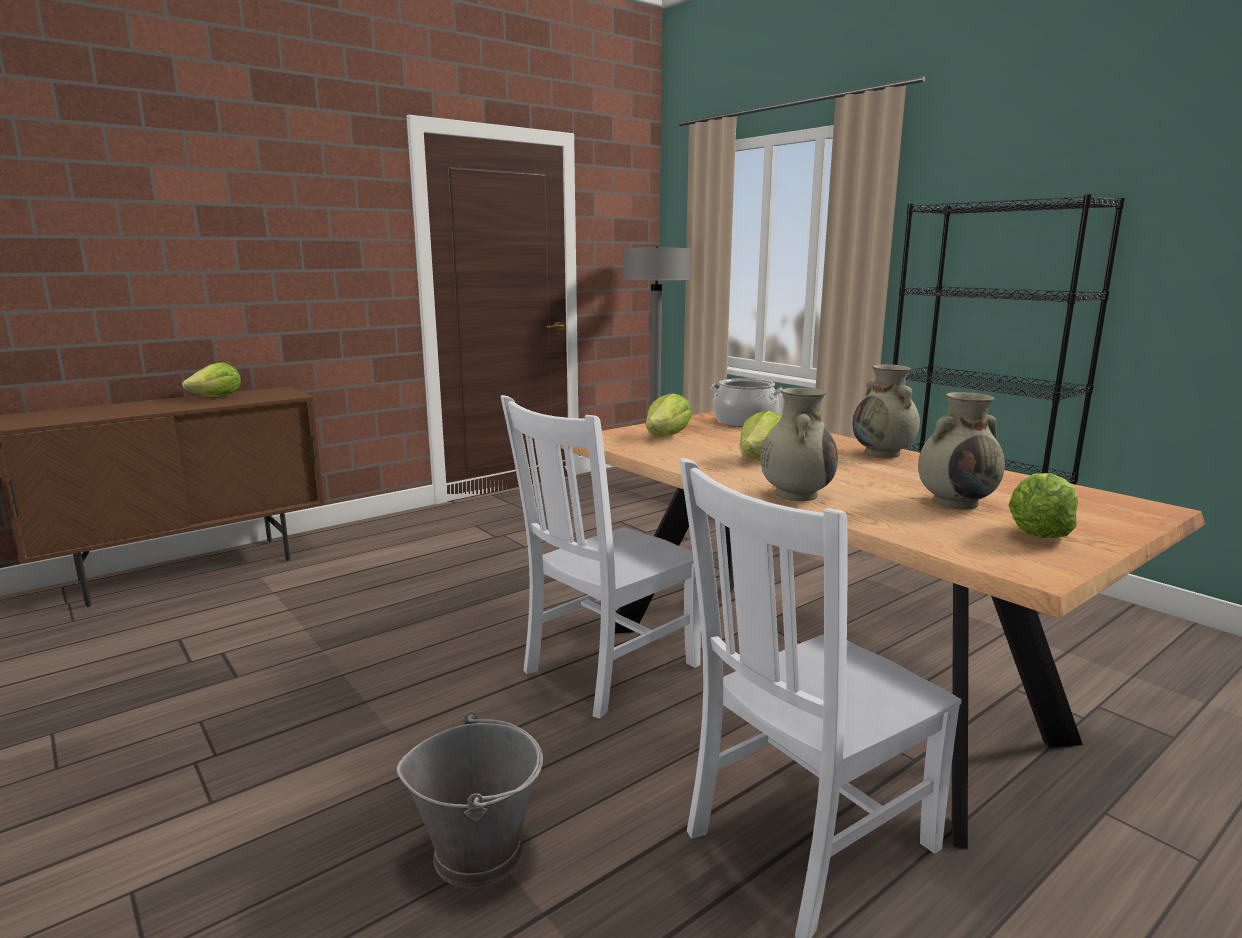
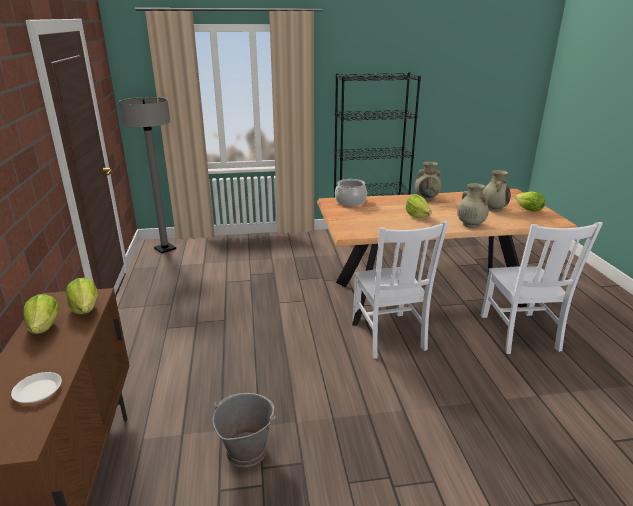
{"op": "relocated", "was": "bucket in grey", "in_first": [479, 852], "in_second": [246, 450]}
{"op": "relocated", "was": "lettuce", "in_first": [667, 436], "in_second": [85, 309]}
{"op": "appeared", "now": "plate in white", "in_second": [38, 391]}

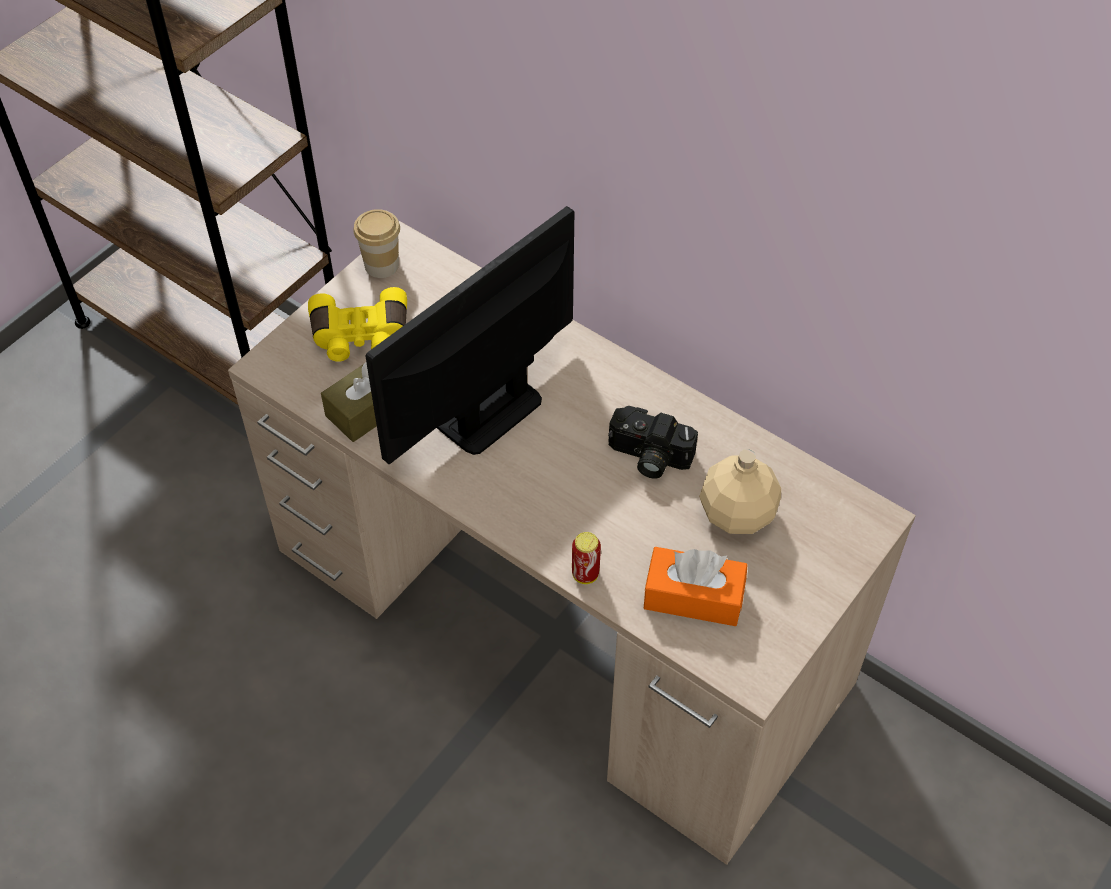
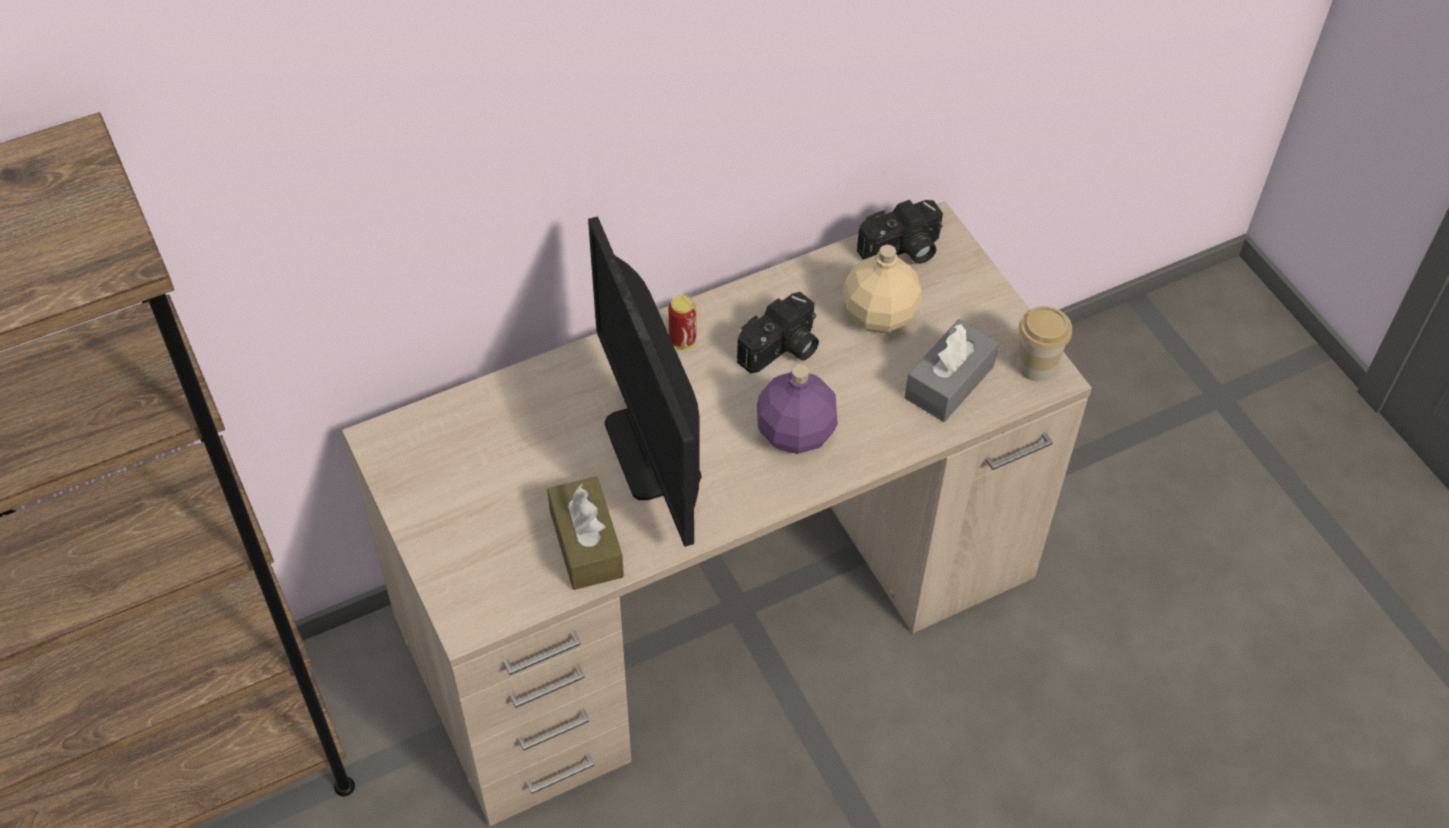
{"op": "missing", "was": "binoculars in yellow", "in_first": [360, 337]}
{"op": "relocated", "was": "cup", "in_first": [381, 265], "in_second": [1036, 366]}
{"op": "relocated", "was": "can", "in_first": [585, 574], "in_second": [682, 340]}
{"op": "colour", "was": "tissue box in orange", "now": "tissue box in grey", "in_first": [693, 596], "in_second": [949, 382]}
{"op": "appeared", "now": "bottle in purple", "in_second": [795, 434]}
{"op": "appeared", "now": "photo camera", "in_second": [902, 251]}

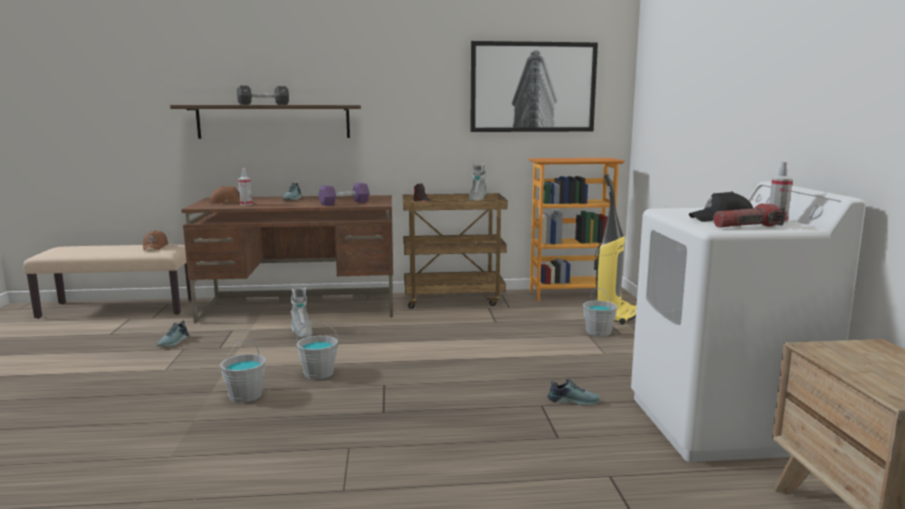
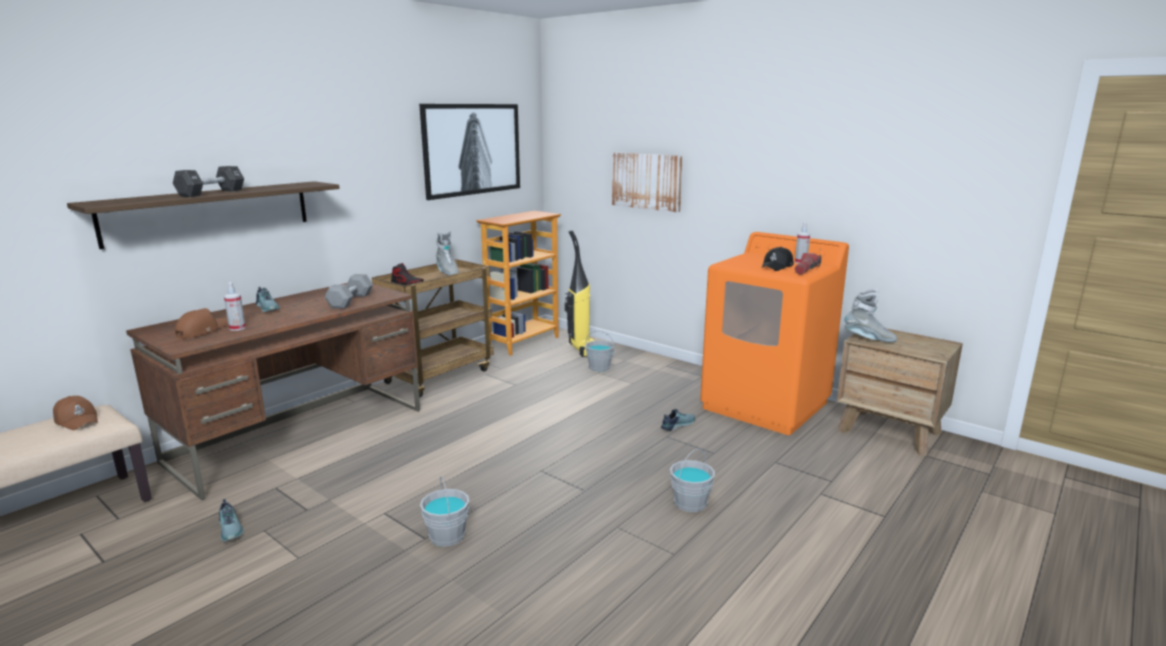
{"op": "relocated", "was": "boot in grey", "in_first": [301, 332], "in_second": [869, 339]}
{"op": "relocated", "was": "bucket in grey", "in_first": [319, 373], "in_second": [690, 503]}
{"op": "colour", "was": "dumbbell in purple", "now": "dumbbell in grey", "in_first": [344, 203], "in_second": [350, 301]}
{"op": "colour", "was": "washing machine in white", "now": "washing machine in orange", "in_first": [721, 424], "in_second": [765, 405]}
{"op": "appeared", "now": "picture", "in_second": [646, 181]}

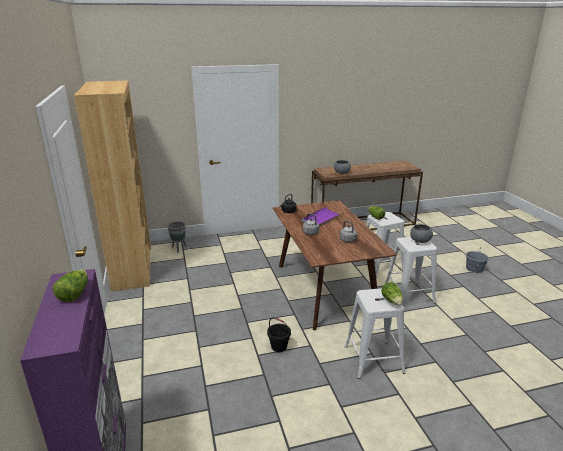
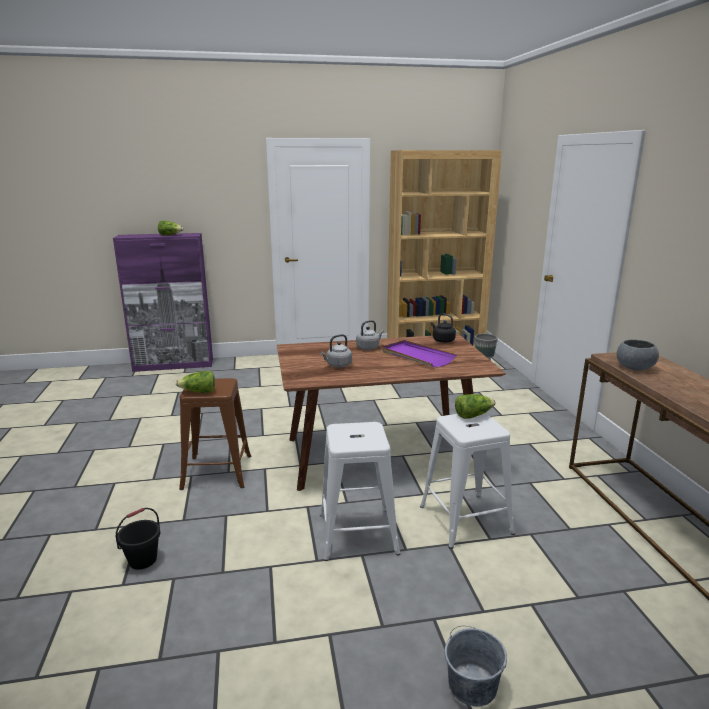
{"op": "relocated", "was": "bucket in black", "in_first": [278, 347], "in_second": [143, 560]}
{"op": "colour", "was": "stool in white", "now": "stool in brown", "in_first": [373, 359], "in_second": [217, 471]}
{"op": "missing", "was": "bowl in grey", "in_first": [420, 241]}

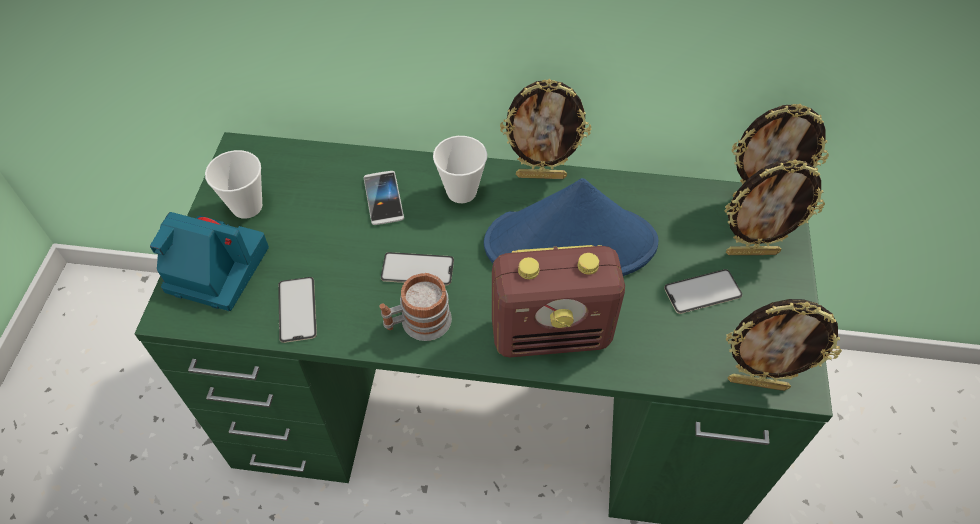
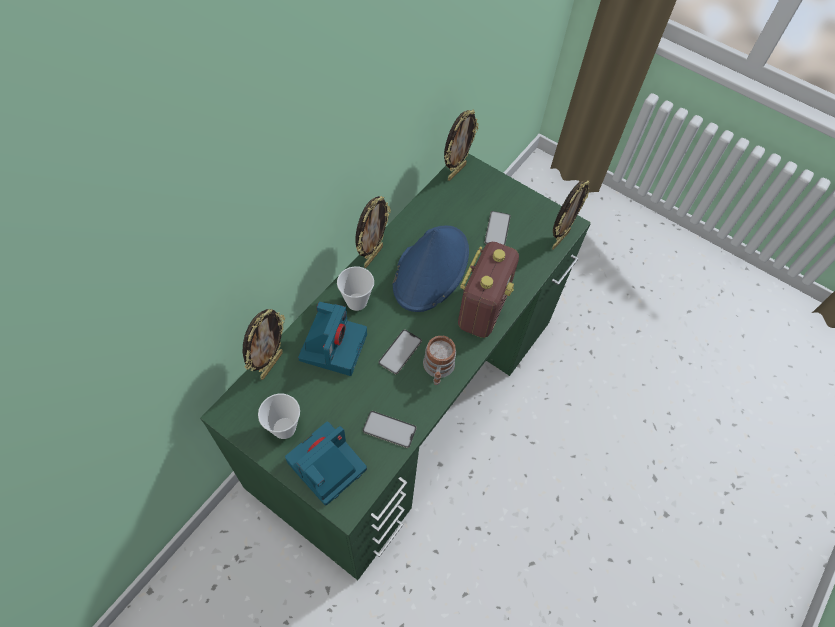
{"op": "exchanged", "was": "phone", "now": "photo camera", "in_first": [383, 198], "in_second": [333, 345]}
{"op": "relocated", "was": "picture frame", "in_first": [752, 252], "in_second": [271, 364]}

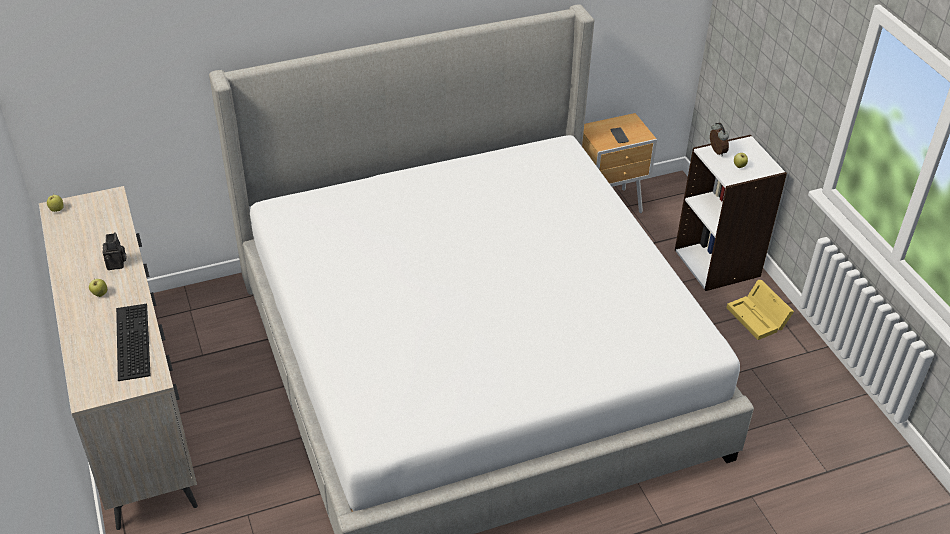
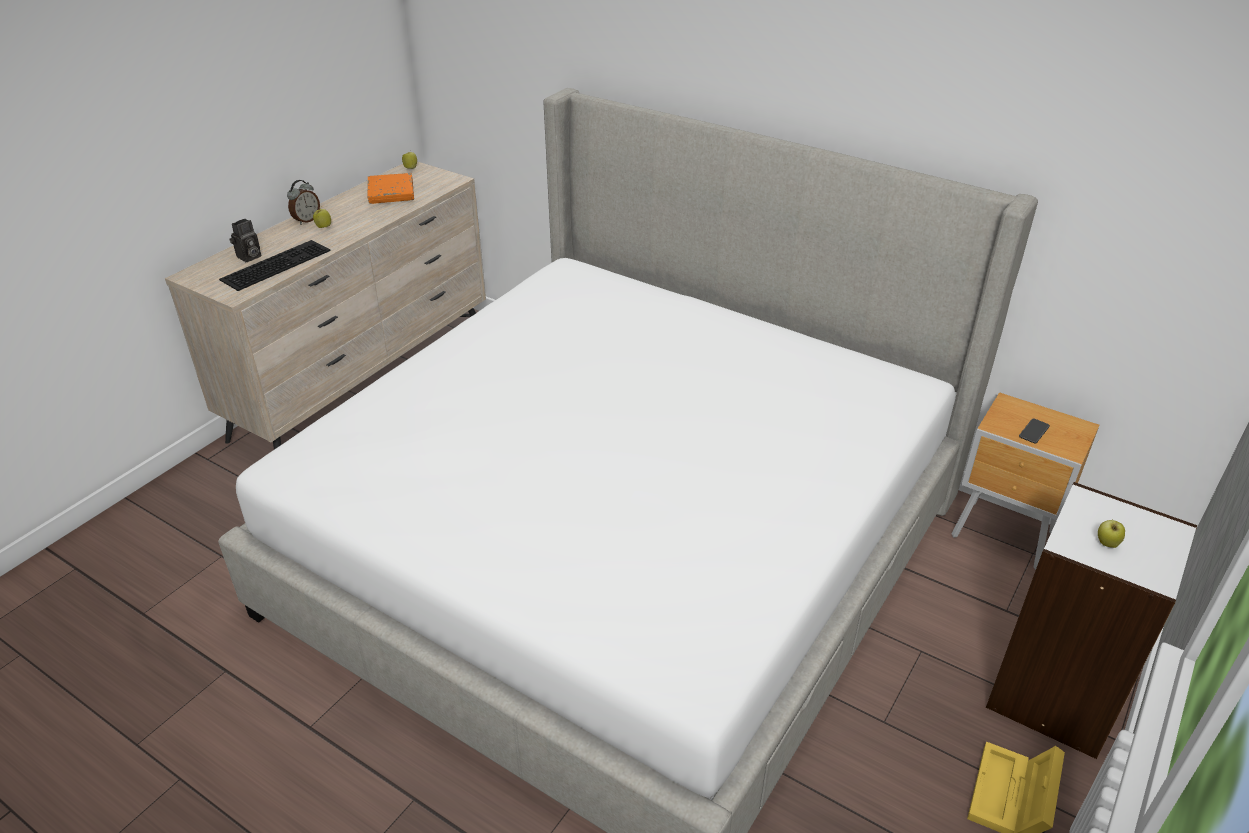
{"op": "relocated", "was": "photo camera", "in_first": [117, 264], "in_second": [249, 257]}
{"op": "relocated", "was": "alarm clock", "in_first": [716, 152], "in_second": [306, 220]}
{"op": "appeared", "now": "book in orange", "in_second": [391, 192]}

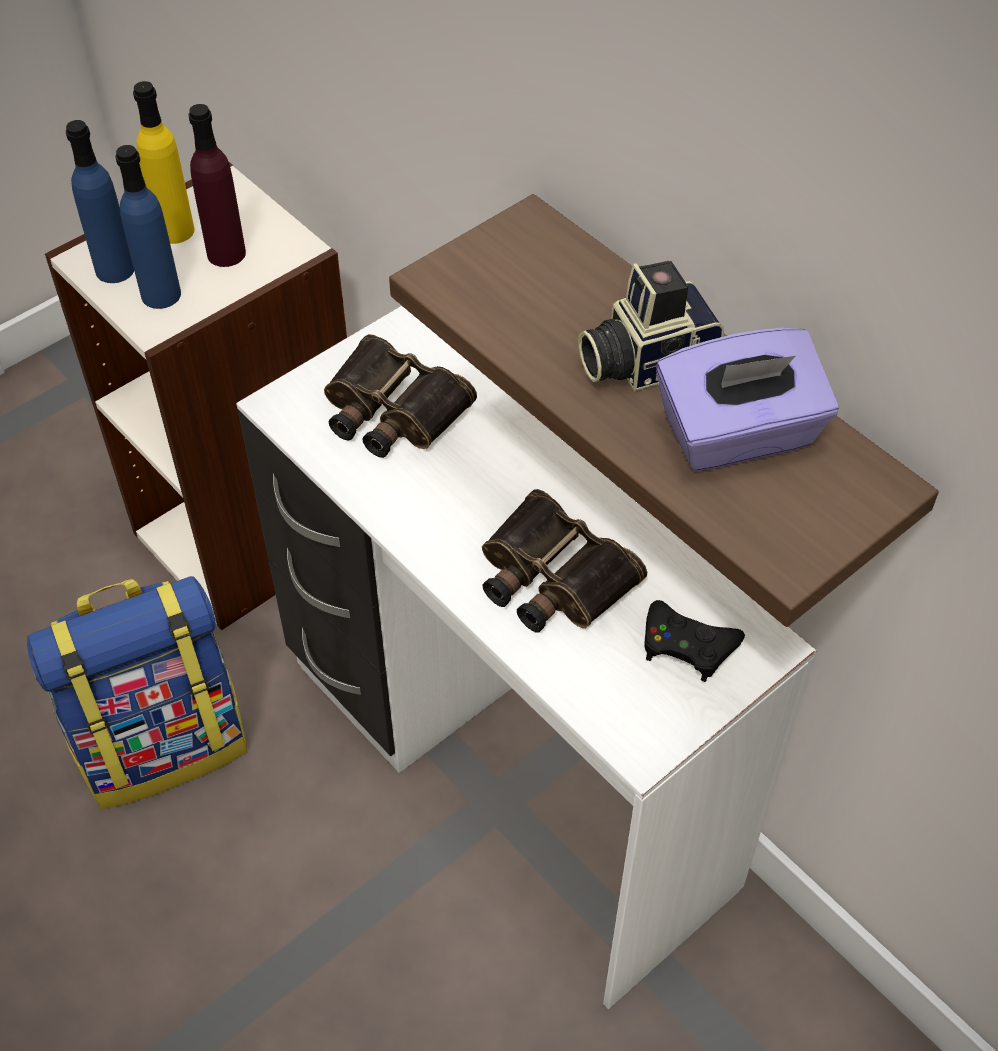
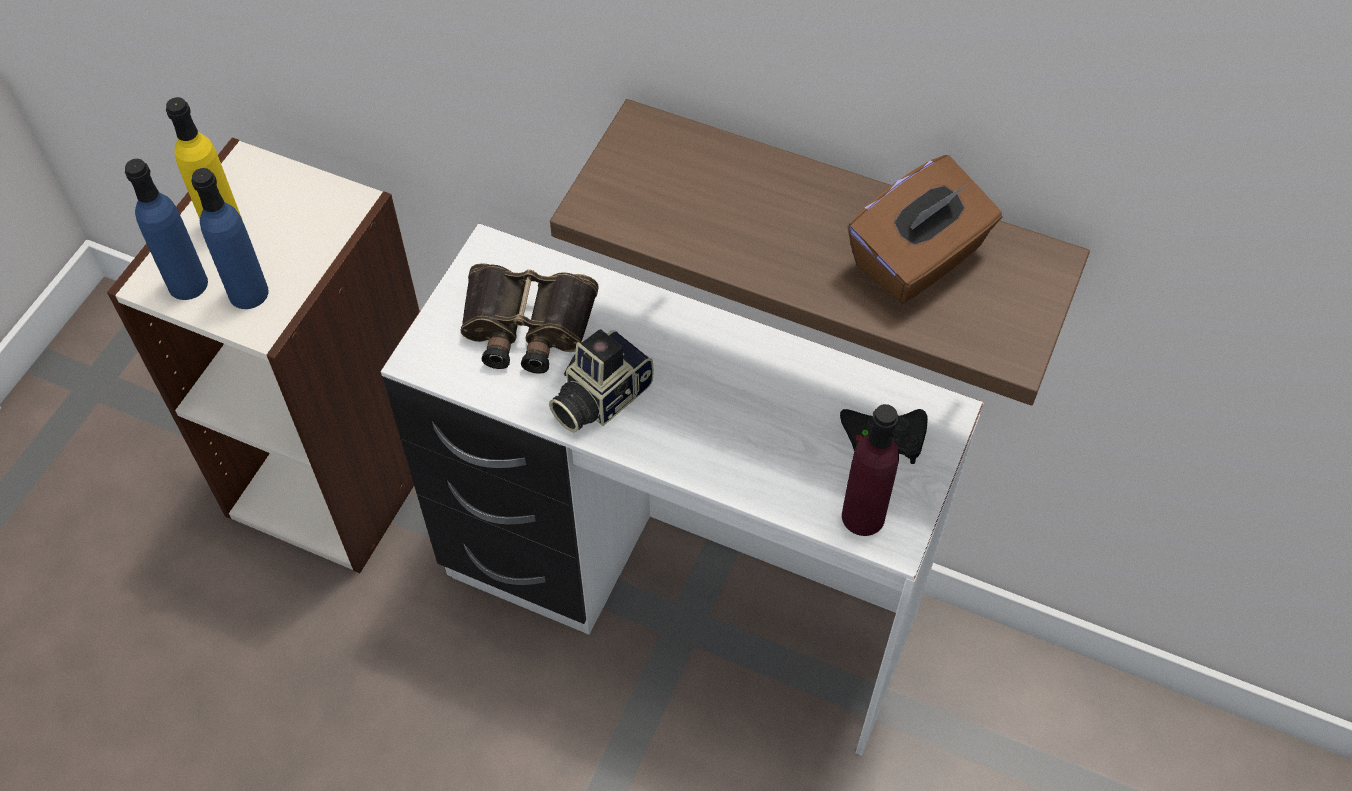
{"op": "missing", "was": "backpack", "in_first": [163, 743]}
{"op": "relocated", "was": "bottle in purple", "in_first": [226, 253], "in_second": [863, 516]}
{"op": "missing", "was": "binoculars", "in_first": [551, 578]}
{"op": "relocated", "was": "photo camera", "in_first": [644, 360], "in_second": [598, 397]}
{"op": "colour", "was": "tissue box in purple", "now": "tissue box in brown", "in_first": [738, 435], "in_second": [918, 259]}

